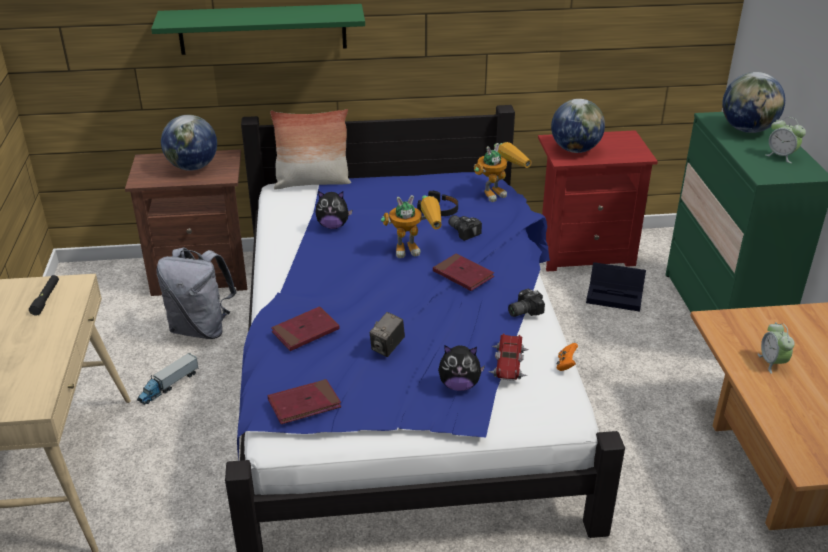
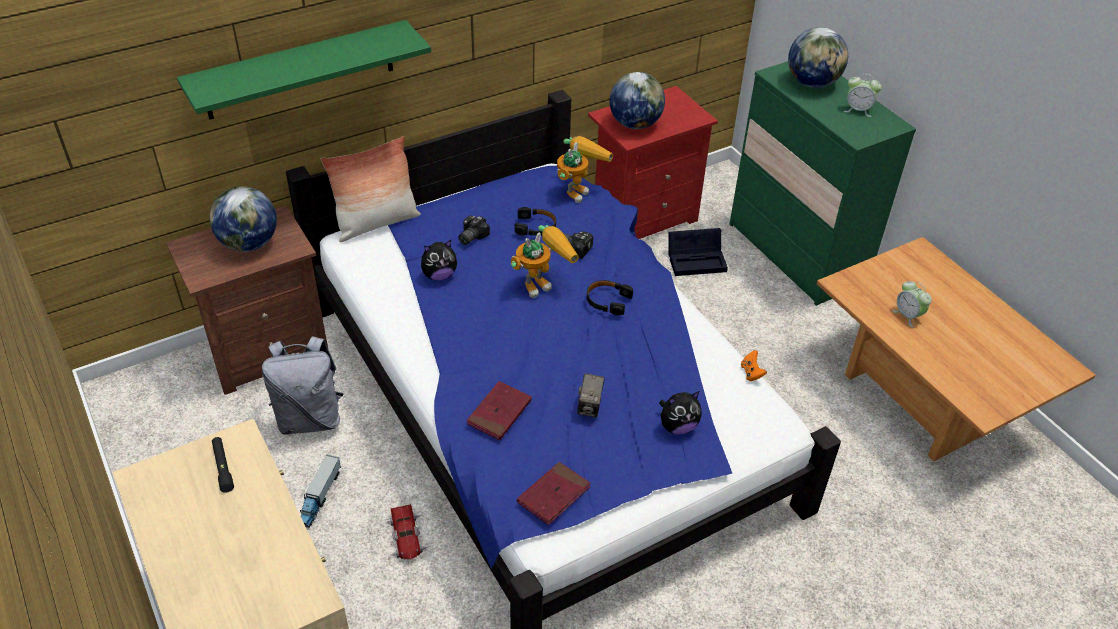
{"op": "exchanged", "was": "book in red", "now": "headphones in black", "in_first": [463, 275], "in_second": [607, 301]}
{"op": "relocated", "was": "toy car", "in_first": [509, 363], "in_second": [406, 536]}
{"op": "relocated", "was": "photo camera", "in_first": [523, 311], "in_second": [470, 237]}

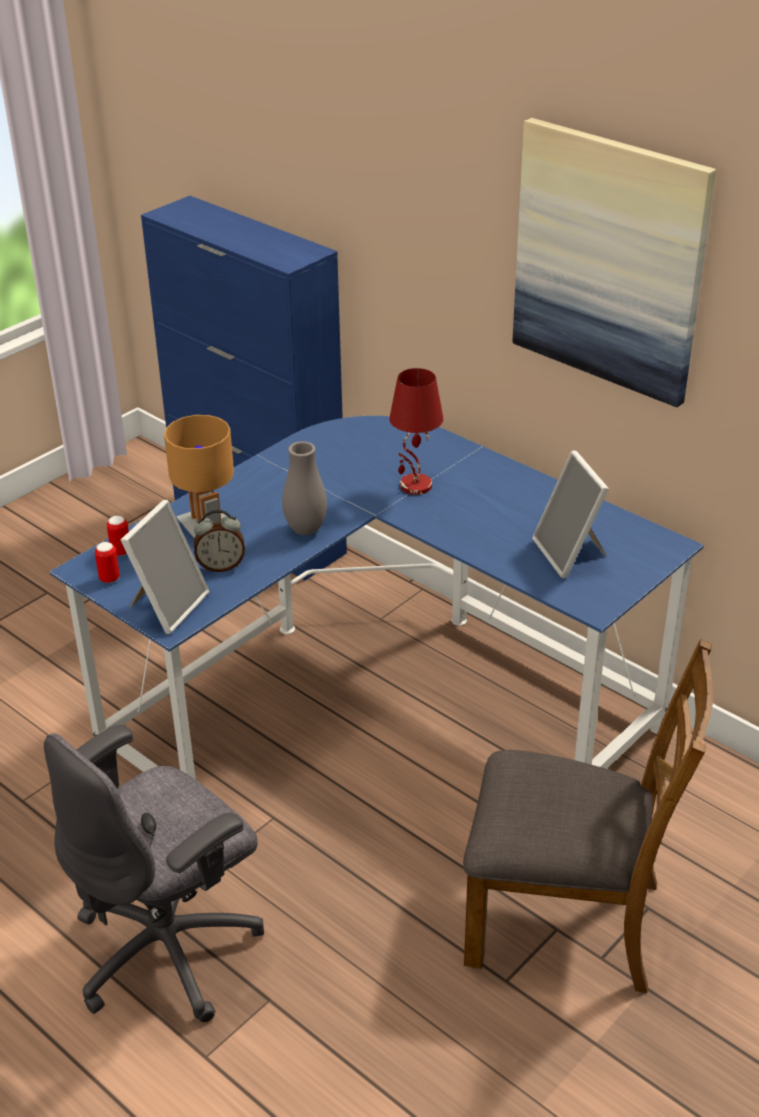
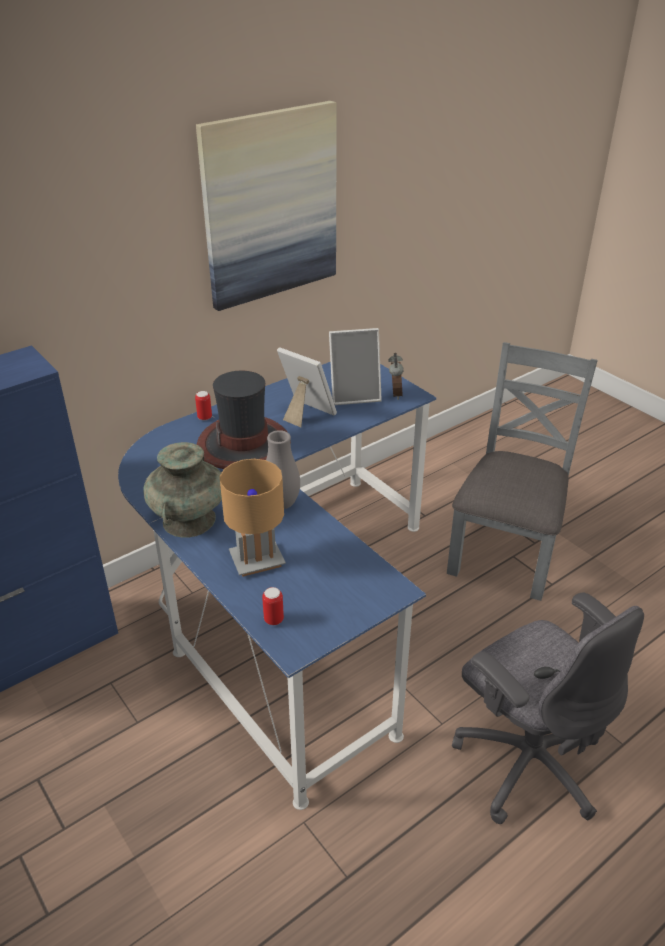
{"op": "relocated", "was": "can", "in_first": [109, 578], "in_second": [204, 417]}
{"op": "relocated", "was": "picture frame", "in_first": [167, 606], "in_second": [305, 414]}
{"op": "relocated", "was": "alarm clock", "in_first": [221, 566], "in_second": [394, 394]}
{"op": "exchanged", "was": "table lamp in red", "now": "hat", "in_first": [415, 486], "in_second": [244, 444]}
{"op": "colour", "was": "chair in brown", "now": "chair in grey", "in_first": [566, 920], "in_second": [506, 551]}
{"op": "appeared", "now": "vase in turquoise", "in_second": [189, 520]}

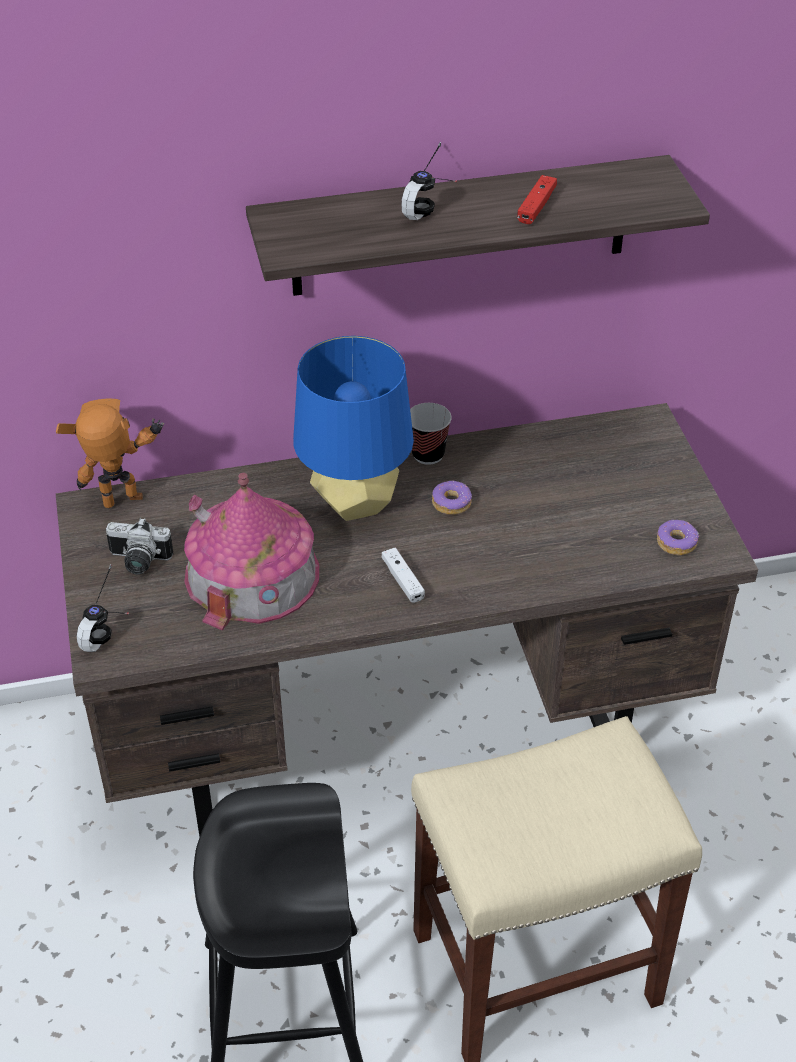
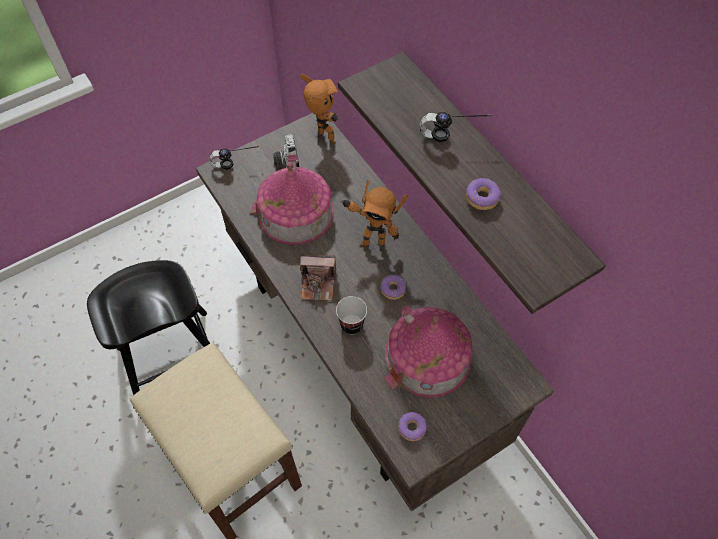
{"op": "exchanged", "was": "table lamp in blue", "now": "toy robot", "in_first": [355, 502], "in_second": [372, 240]}
{"op": "exchanged", "was": "game controller in white", "now": "photo camera", "in_first": [403, 580], "in_second": [318, 284]}
{"op": "relocated", "was": "cup", "in_first": [428, 454], "in_second": [351, 325]}
{"op": "exchanged", "was": "game controller in red", "now": "donut", "in_first": [536, 206], "in_second": [482, 198]}
{"op": "appeared", "now": "toy house", "in_second": [428, 356]}

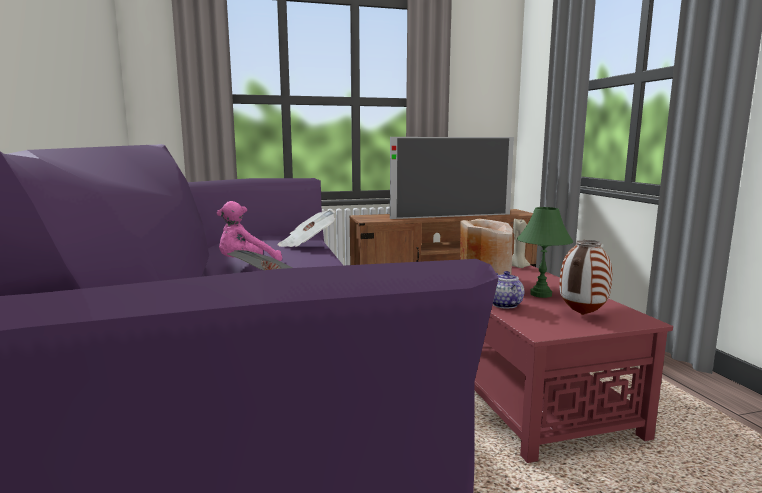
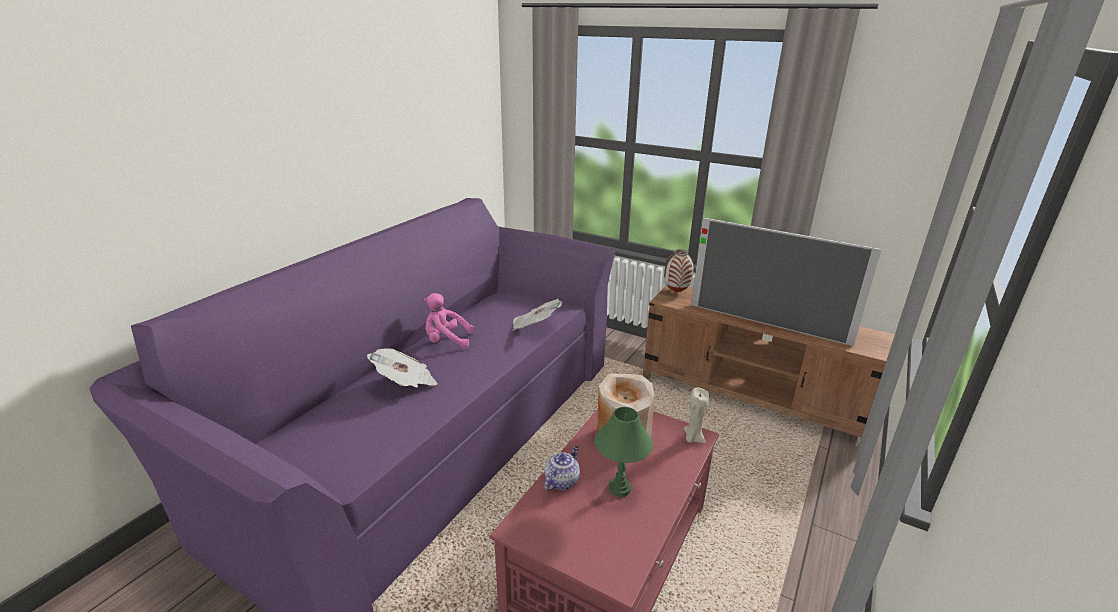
{"op": "relocated", "was": "vase", "in_first": [582, 314], "in_second": [676, 292]}

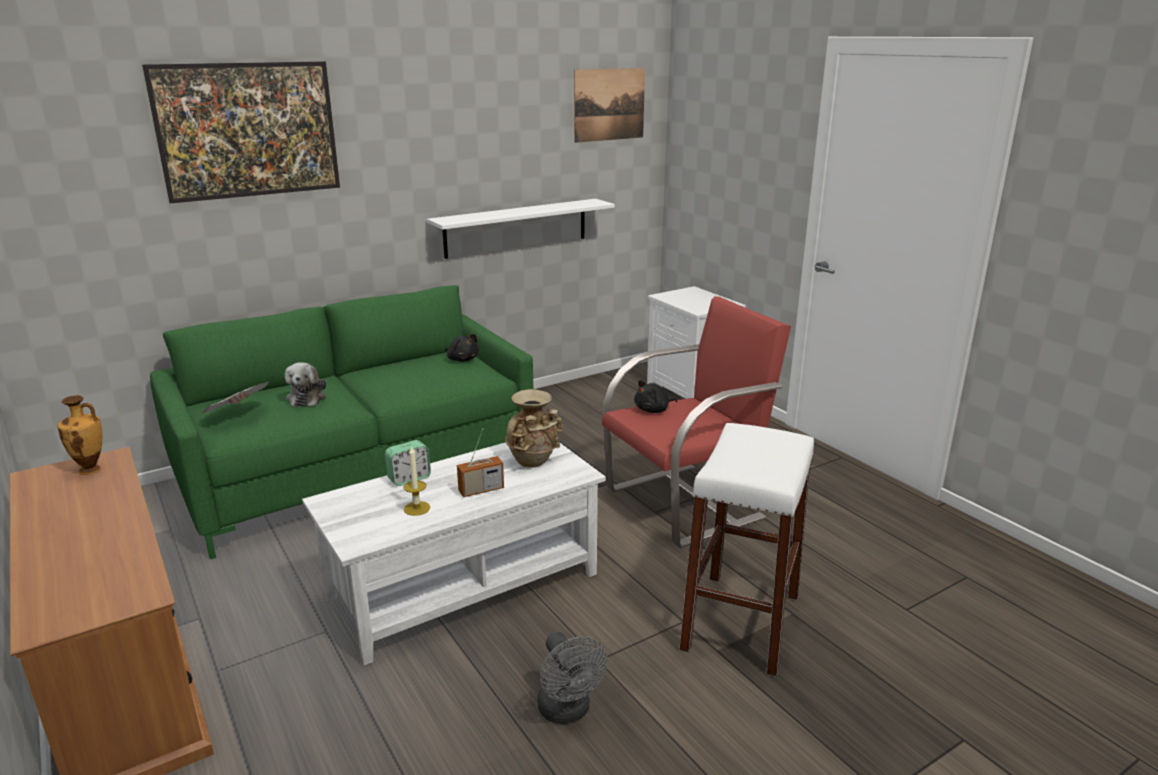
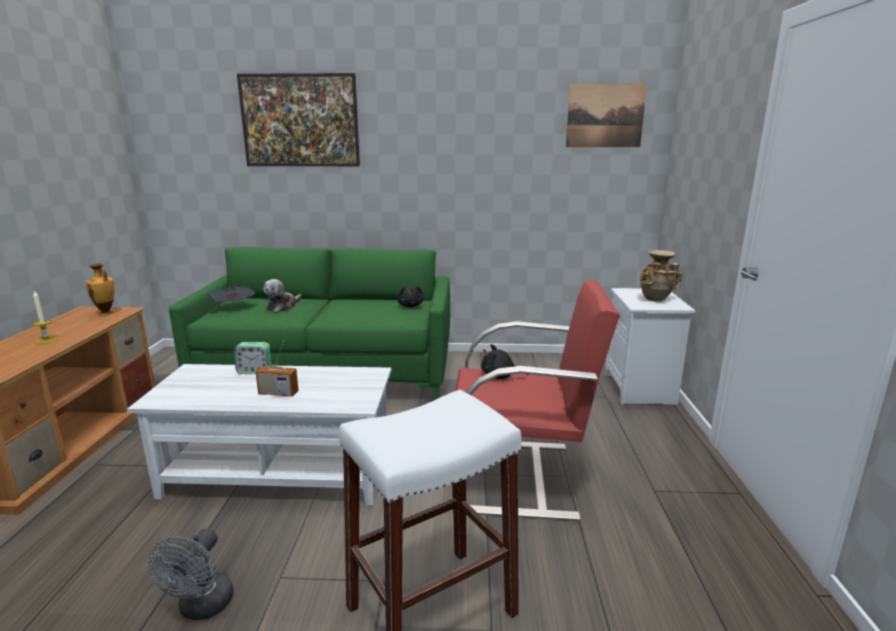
{"op": "relocated", "was": "candle", "in_first": [417, 508], "in_second": [46, 340]}
{"op": "missing", "was": "shelf in white", "in_first": [516, 228]}
{"op": "relocated", "was": "vase in beige", "in_first": [534, 462], "in_second": [656, 299]}

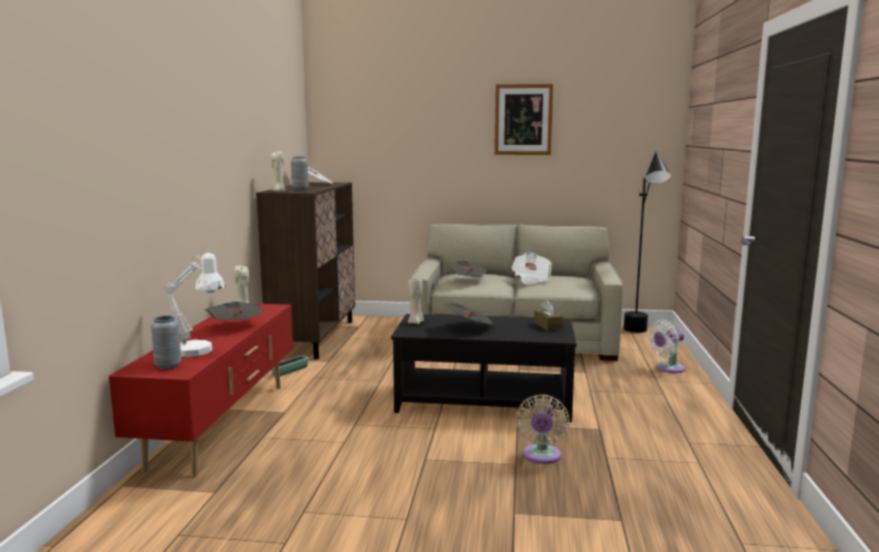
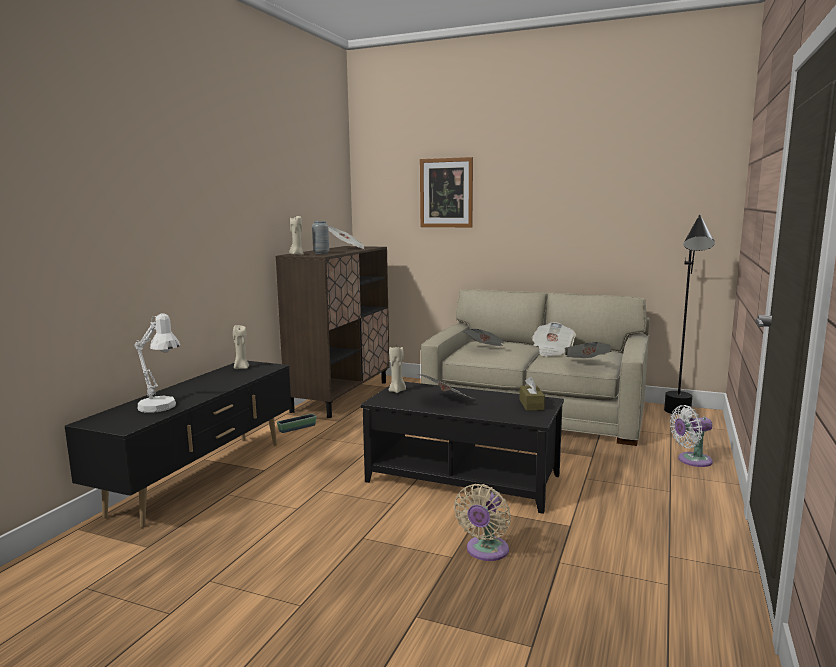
{"op": "colour", "was": "tv stand in red", "now": "tv stand in black", "in_first": [223, 424], "in_second": [202, 477]}
{"op": "missing", "was": "vase in grey", "in_first": [168, 366]}
{"op": "relocated", "was": "newspaper", "in_first": [236, 327], "in_second": [586, 363]}
{"op": "relocated", "was": "picture", "in_first": [523, 119], "in_second": [446, 193]}

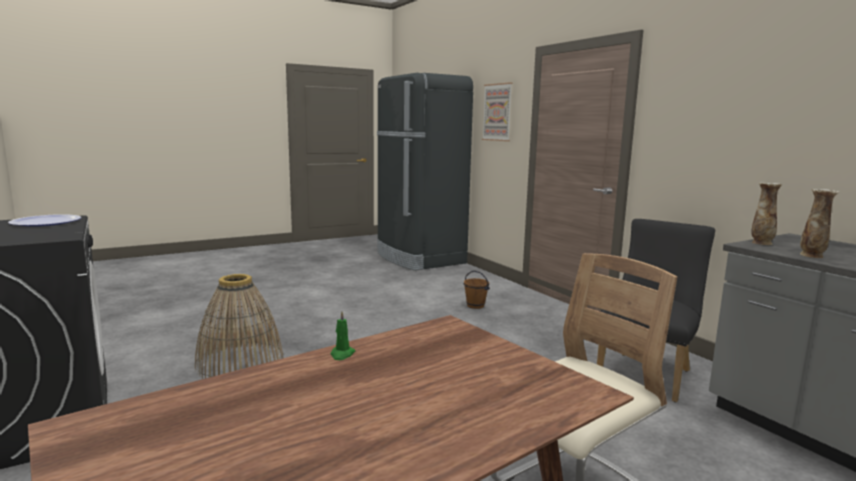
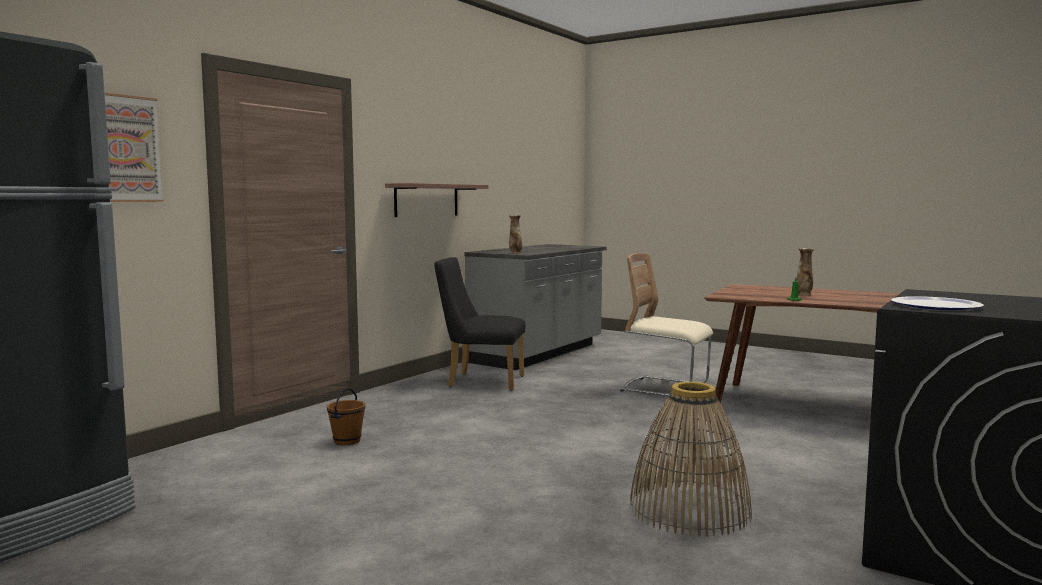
{"op": "relocated", "was": "vase", "in_first": [812, 256], "in_second": [803, 294]}
{"op": "appeared", "now": "shelf", "in_second": [426, 200]}

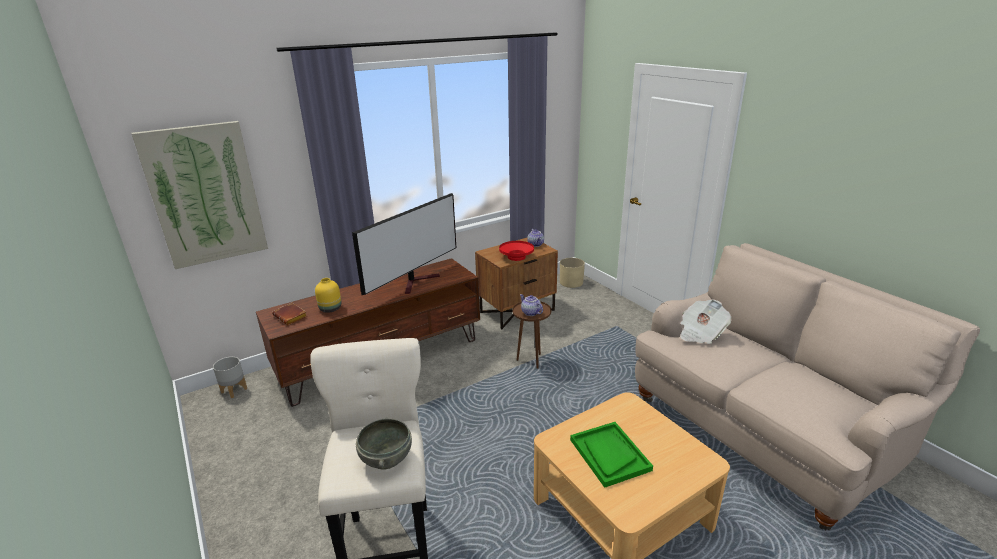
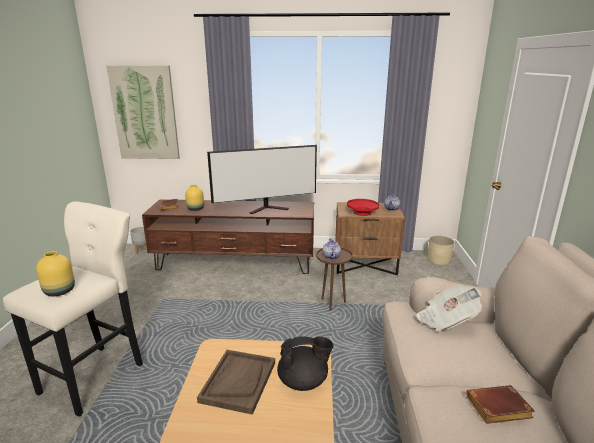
{"op": "exchanged", "was": "bowl in grey", "now": "vase in yellow", "in_first": [385, 458], "in_second": [60, 291]}
{"op": "colour", "was": "tray in green", "now": "tray in brown", "in_first": [609, 454], "in_second": [238, 381]}
{"op": "appeared", "now": "teapot in black", "in_second": [303, 381]}
{"op": "appeared", "now": "book in brown", "in_second": [497, 409]}

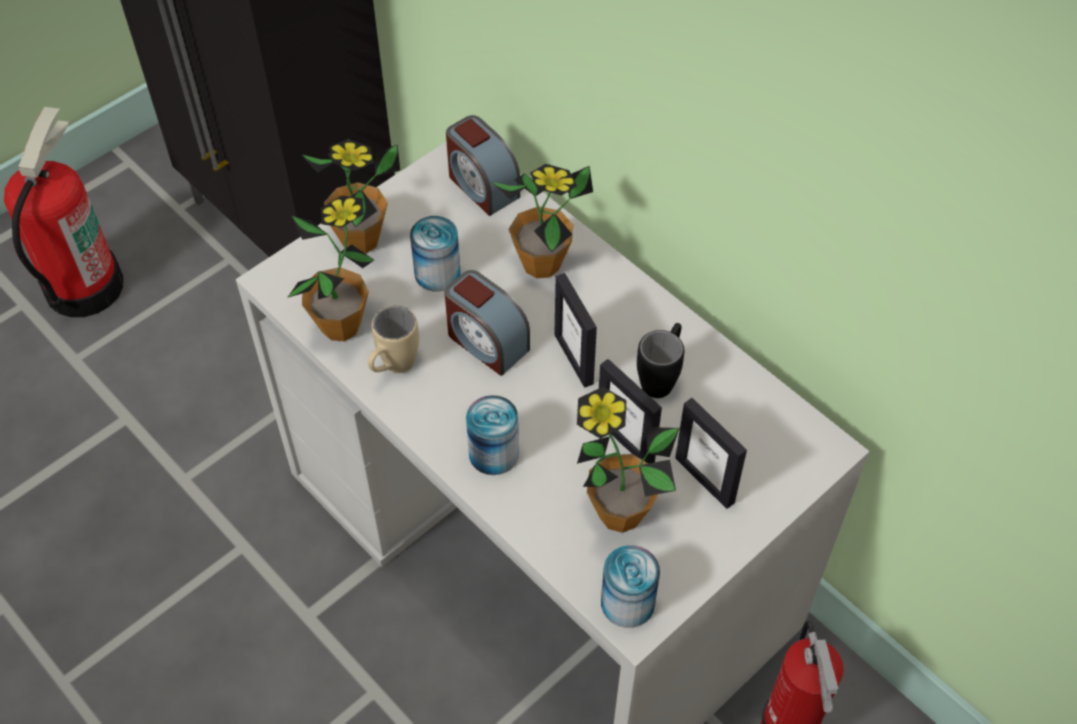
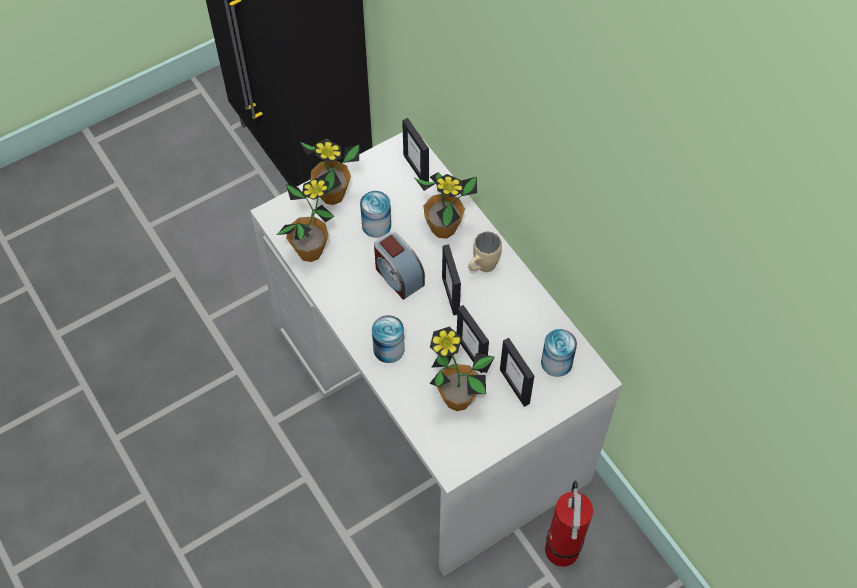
{"op": "missing", "was": "fire extinguisher", "in_first": [83, 285]}
{"op": "relocated", "was": "mug in beige", "in_first": [393, 368], "in_second": [481, 268]}
{"op": "exchanged", "was": "alarm clock", "now": "picture frame", "in_first": [482, 186], "in_second": [416, 168]}
{"op": "relocated", "was": "can", "in_first": [627, 602], "in_second": [556, 362]}
{"op": "missing", "was": "mug in black", "in_first": [661, 377]}

